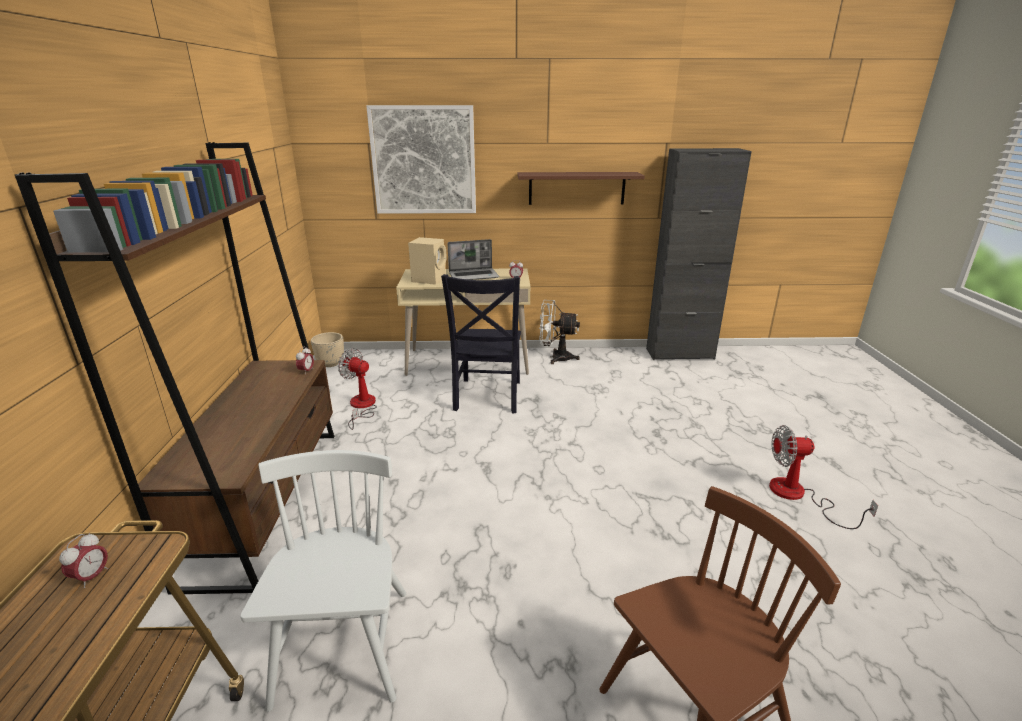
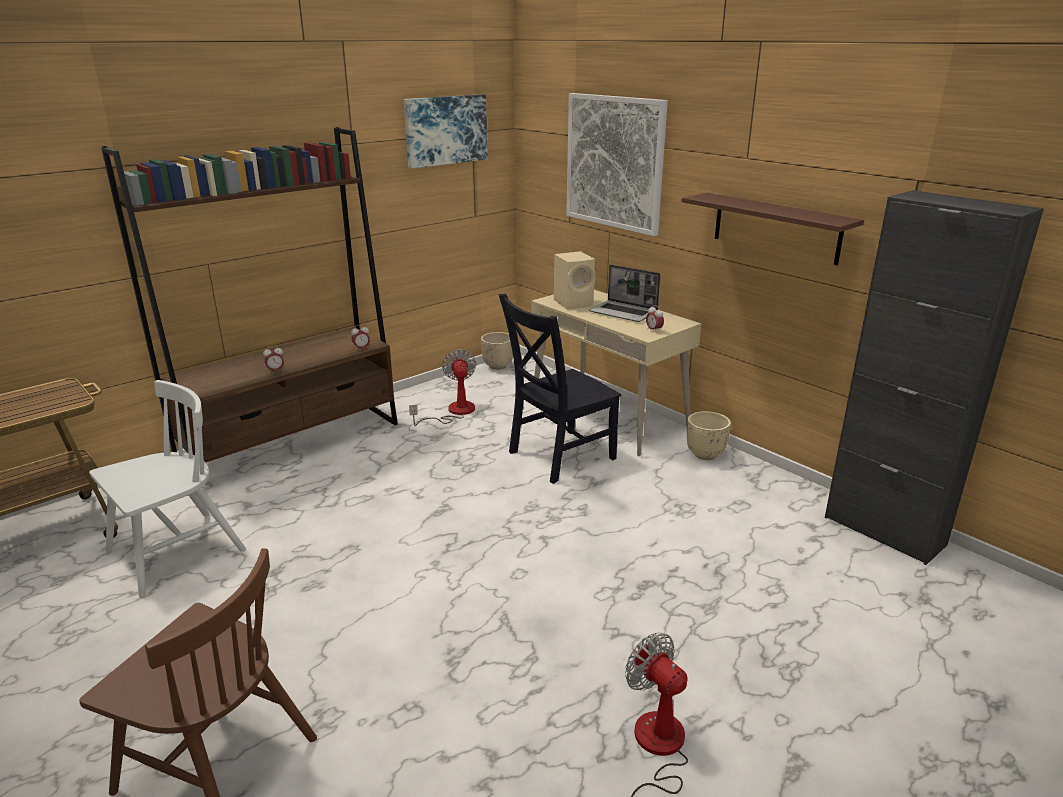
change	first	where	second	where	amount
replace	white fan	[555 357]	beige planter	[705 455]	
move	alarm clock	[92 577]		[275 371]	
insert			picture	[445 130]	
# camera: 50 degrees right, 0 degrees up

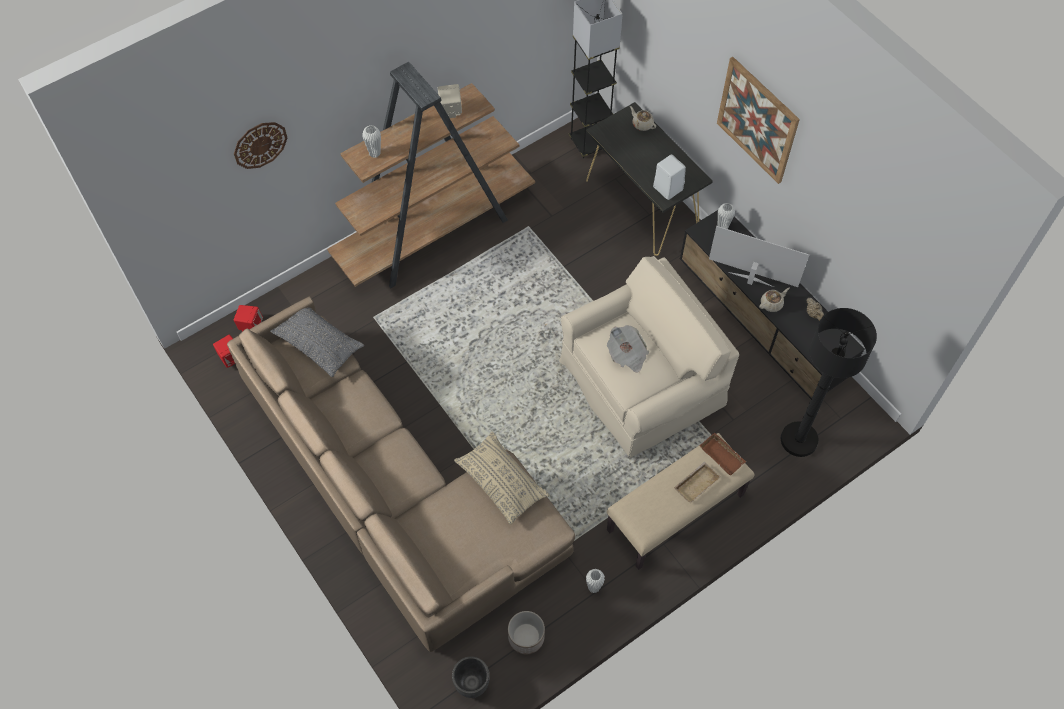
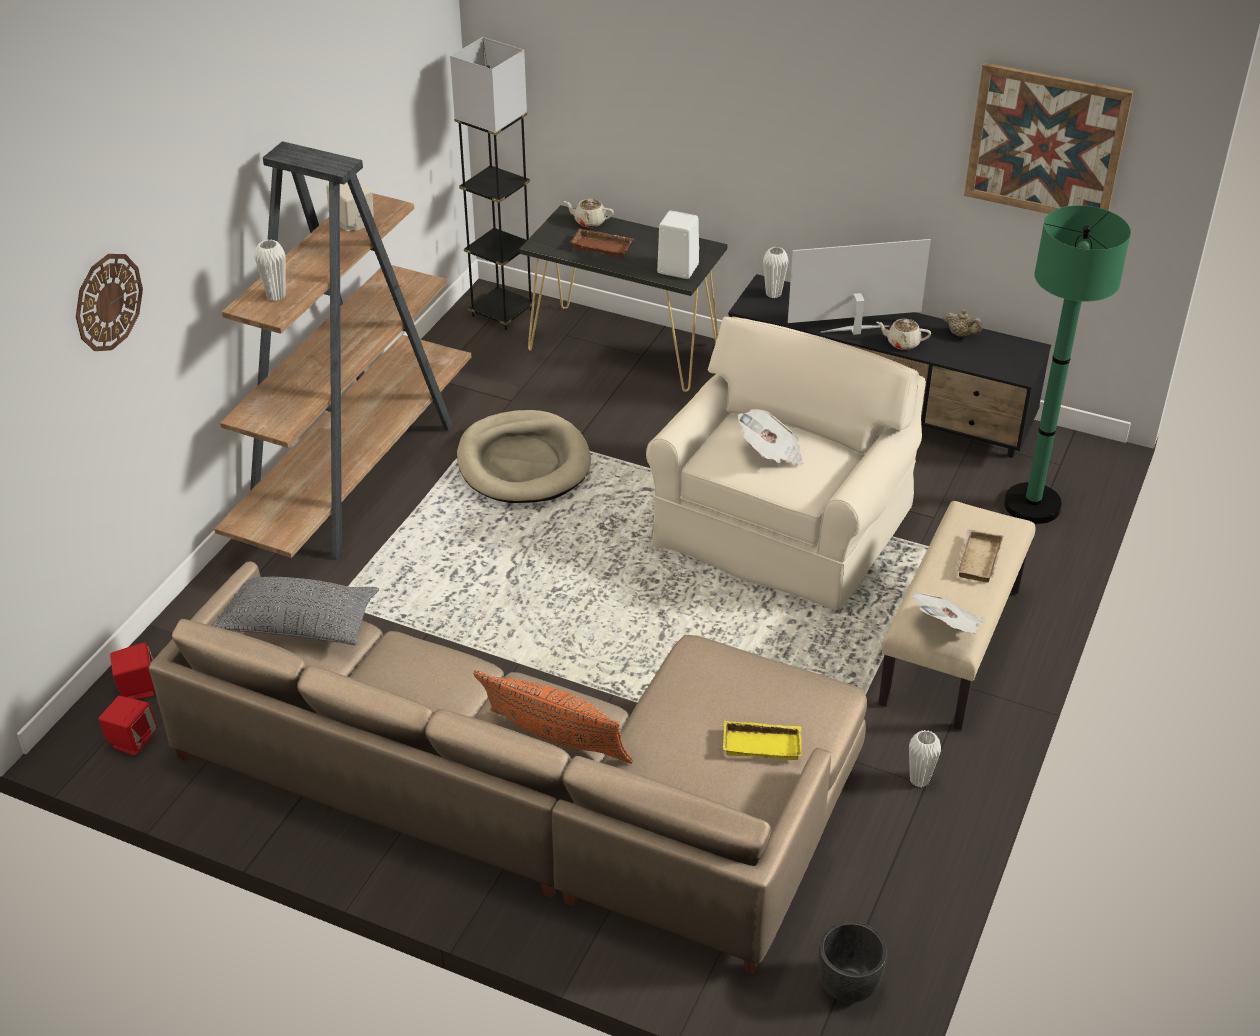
change	first	where	second	where	amount
move	picture	[757 120]		[1046 144]	
rotate	beige teapot	[772 304]		[902 343]	105 degrees counterclockwise
recolor	black floor lamp	[799 440]	green floor lamp	[1032 505]	
delete	beige pillow	[501 482]			
move	brown tray	[723 455]		[603 246]	
delete	planter	[526 637]			
insert			beige dog bed	[523 463]	
insert			newspaper	[948 627]	
insert			orange pillow	[555 744]	
insert			yellow tray	[763 743]	
# camera: 30 degrees left, 20 degrees down

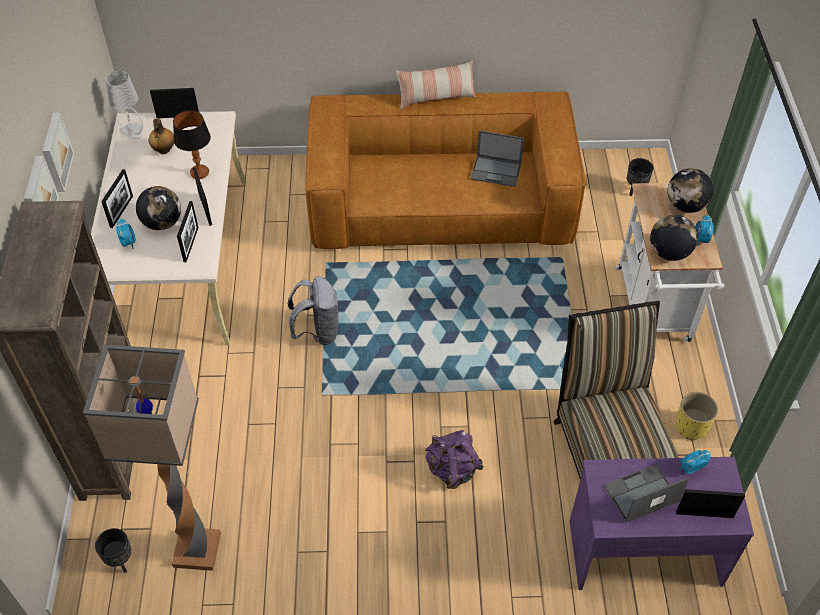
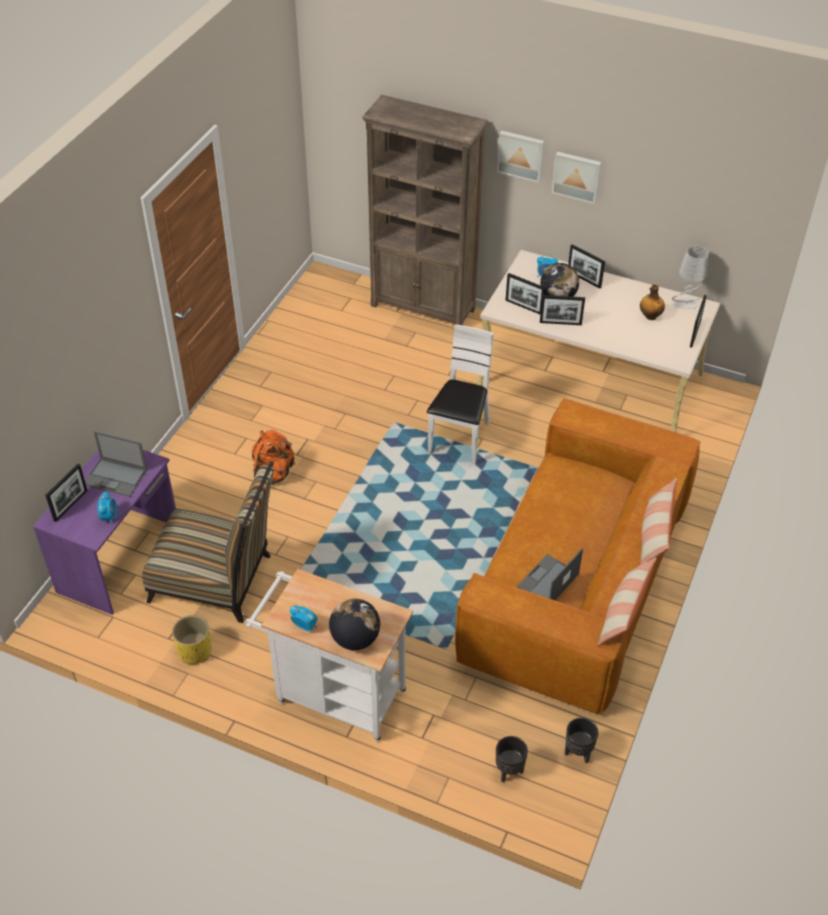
change	first	where	second	where	amount
delete	table lamp	[200 172]			
delete	globe	[669 252]			
replace	grey backpack	[318 331]	white chair	[460 439]	
delete	floor lamp	[198 551]			
recolor	purple backpack	[452 469]	orange backpack	[273 474]	
rotate	laptop	[640 494]		[116 477]	105 degrees clockwise
move	black planter	[121 561]		[578 753]	
insert			pillow	[623 613]	
# camera: 115 degrees right, 5 degrees down

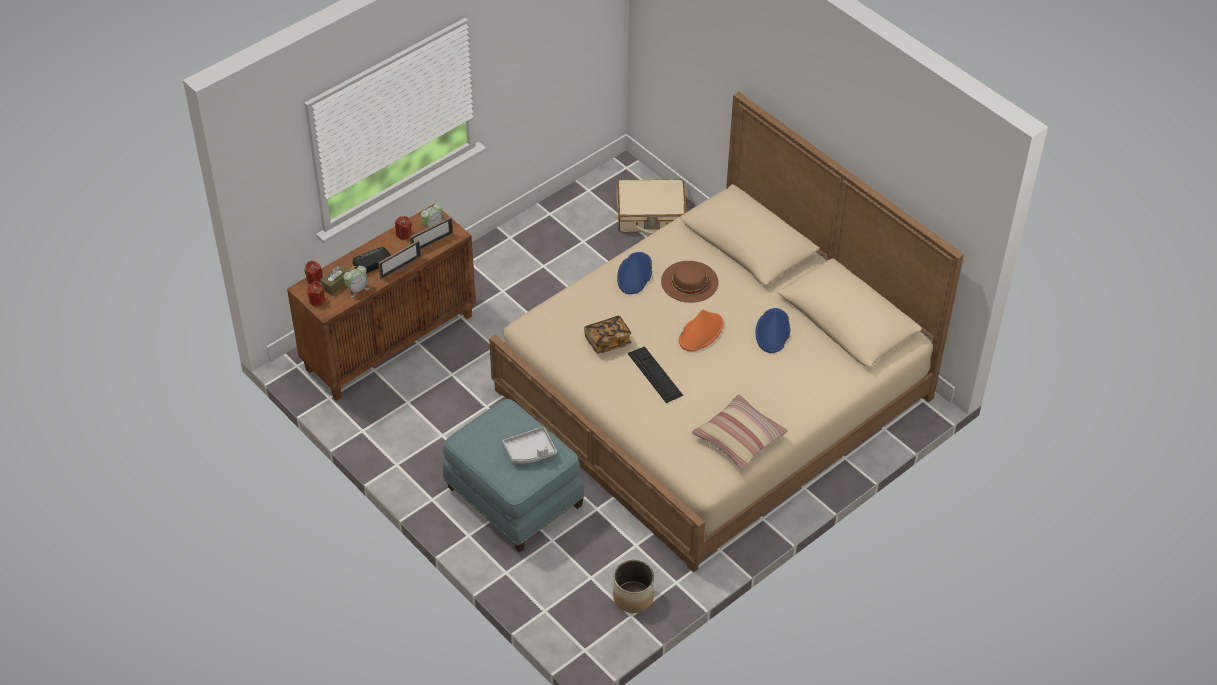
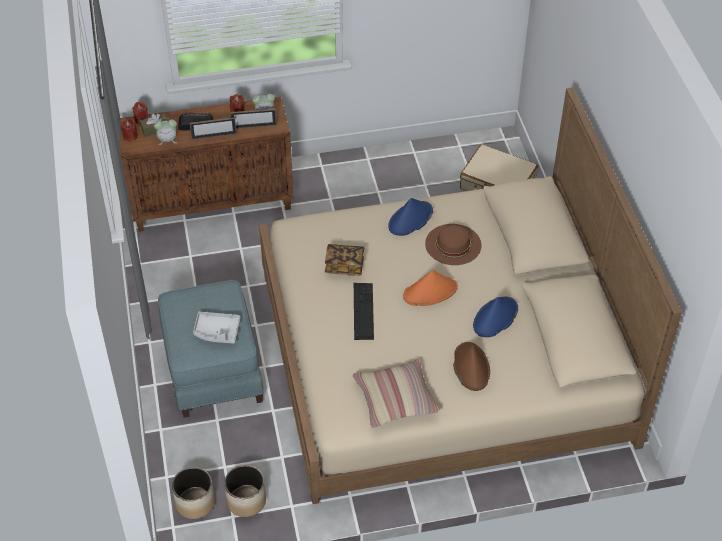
change	first	where	second	where	amount
insert			brown hat	[471 367]	
insert			planter	[194 503]	
# camera: 30 degrees right, 0 degrees up

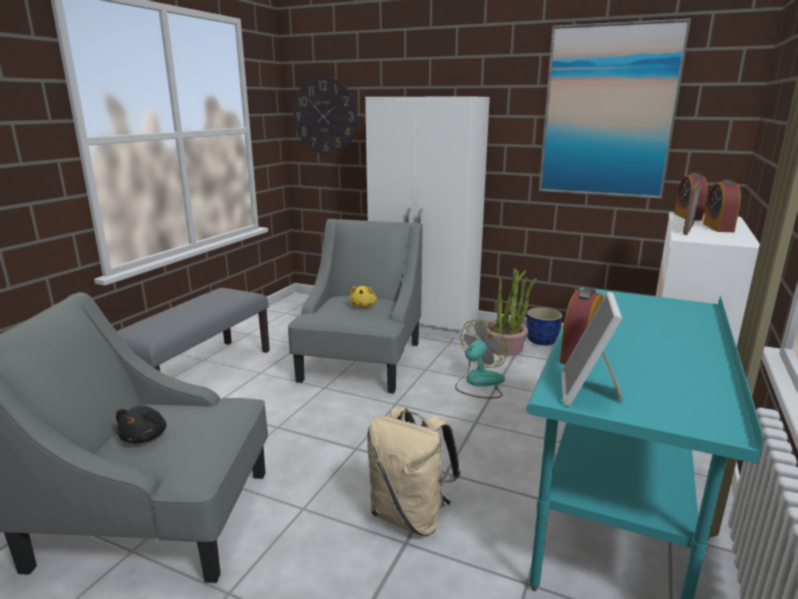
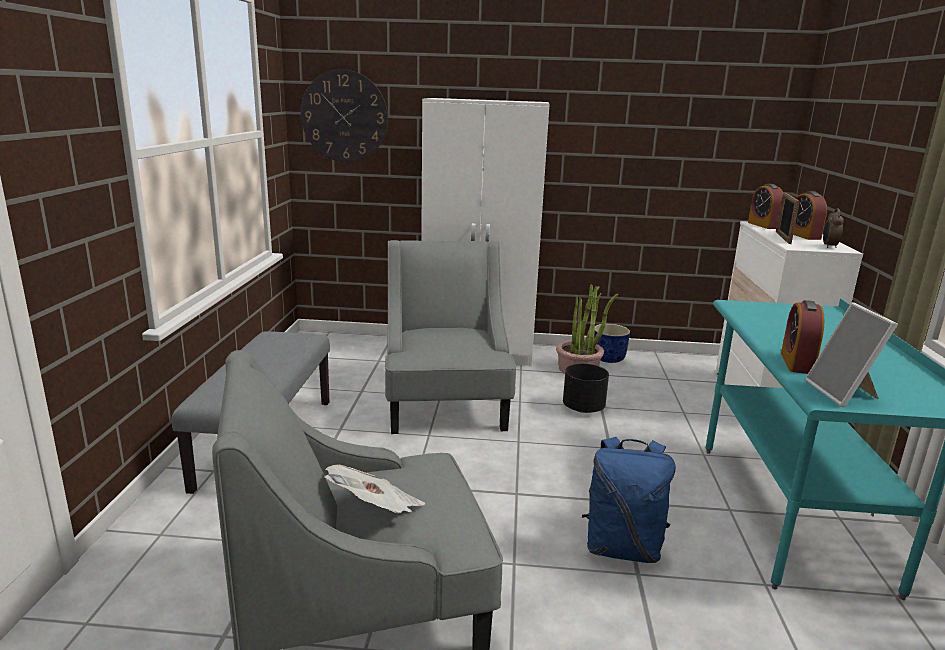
change	first	where	second	where	amount
delete	picture	[608 112]			
delete	yellow plush toy	[363 306]			
replace	fan	[479 383]	black planter	[583 408]	
replace	black plush toy	[145 437]	newspaper	[376 511]	
recolor	beige backpack	[410 515]	blue backpack	[622 548]	
insert			alarm clock	[829 246]	
# camera: 20 degrees left, 0 degrees up

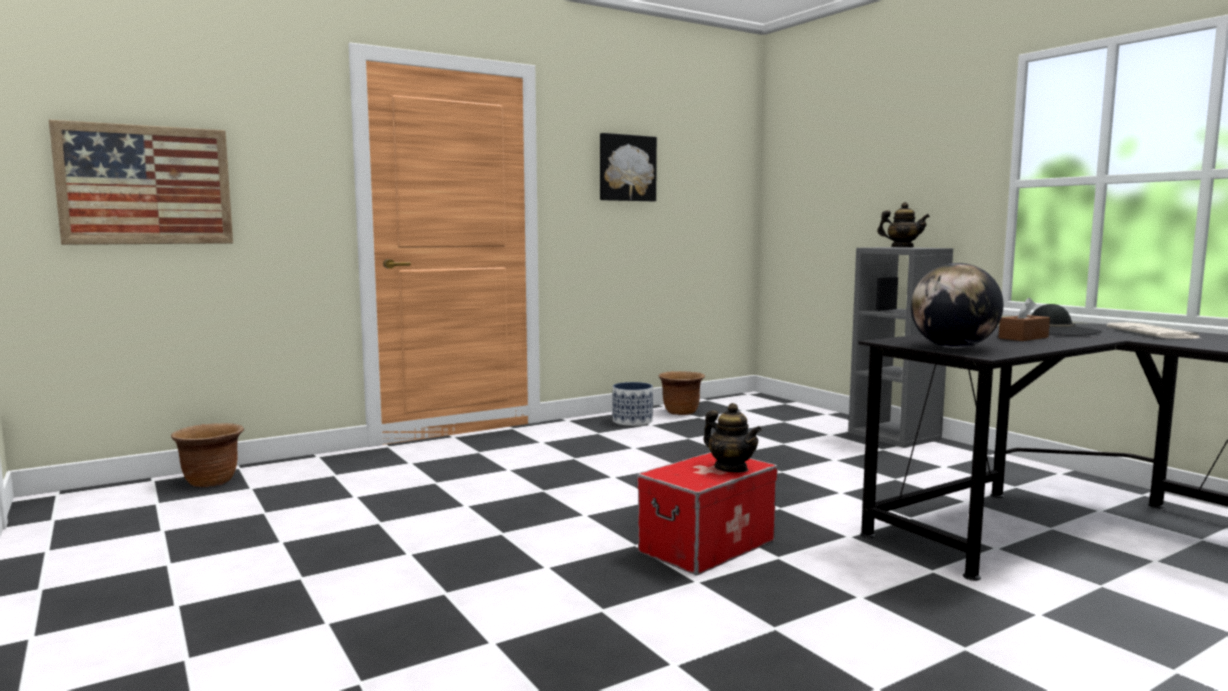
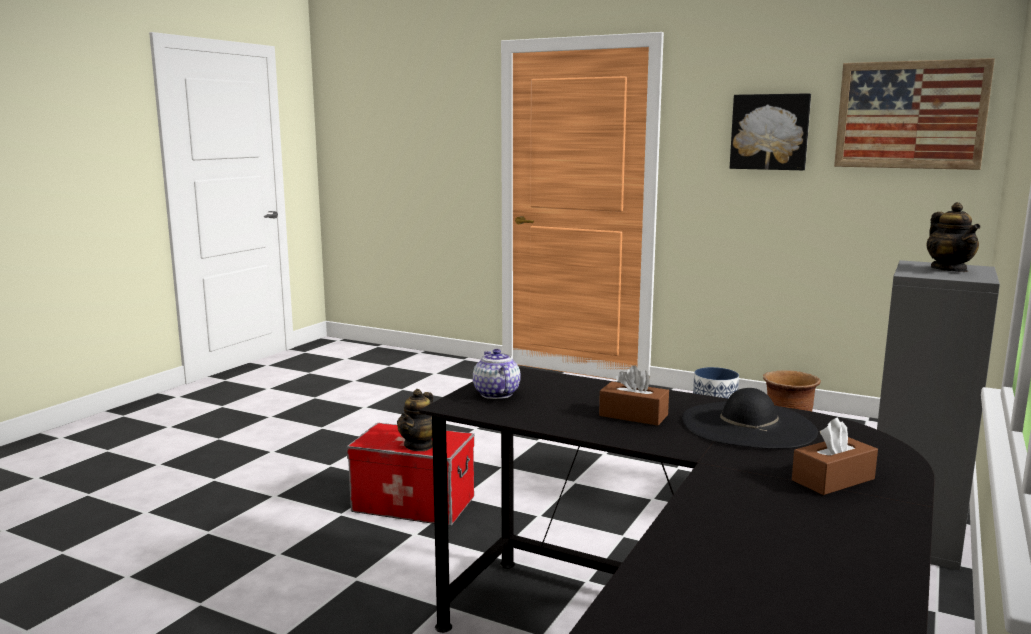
change	first	where	second	where	amount
move	picture	[146 185]		[910 115]	
replace	globe	[953 347]	teapot	[495 393]	
replace	newspaper	[1153 333]	brown tissue box	[833 479]	
delete	brown planter	[211 481]			
# camera: 60 degrees right, 5 degrees up

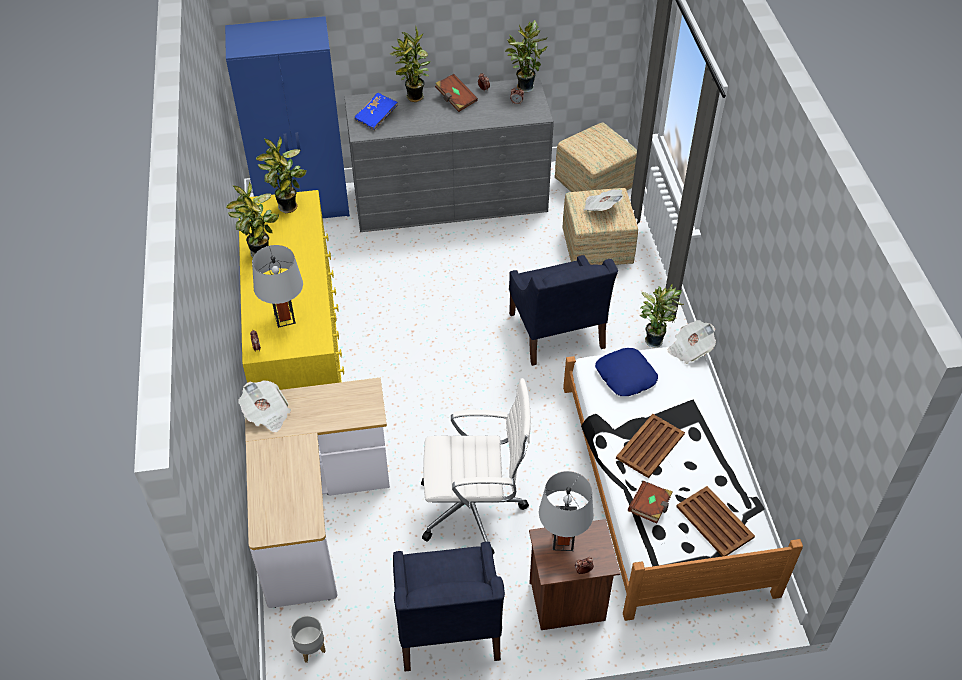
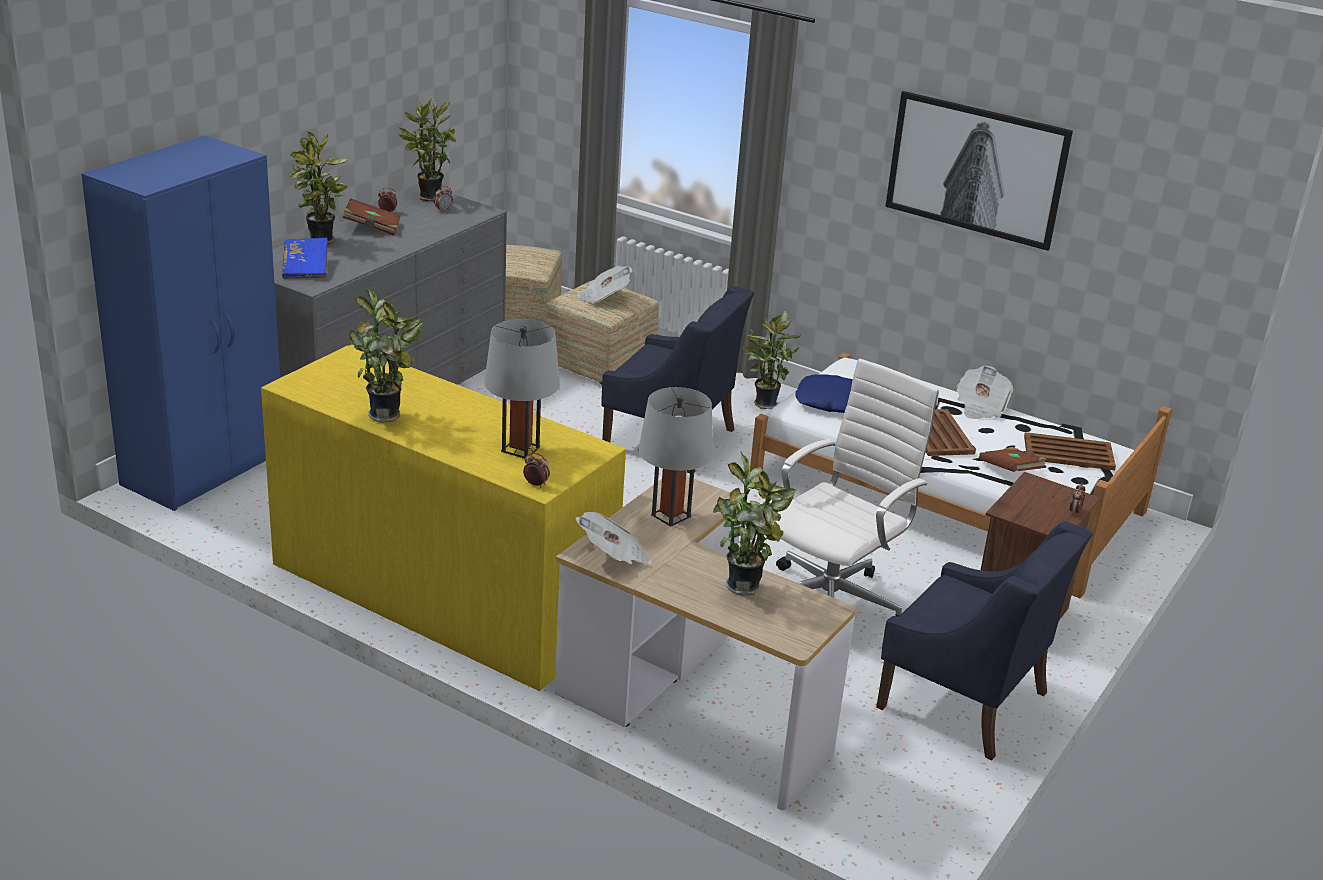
change	first	where	second	where	amount
move	potted plant	[289 208]		[747 587]	
move	newspaper	[689 349]		[980 407]	
move	grey table lamp	[563 541]		[671 515]	
delete	grey planter	[311 648]			
insert			picture	[976 169]	
# camera: 50 degrees left, 20 degrees down

